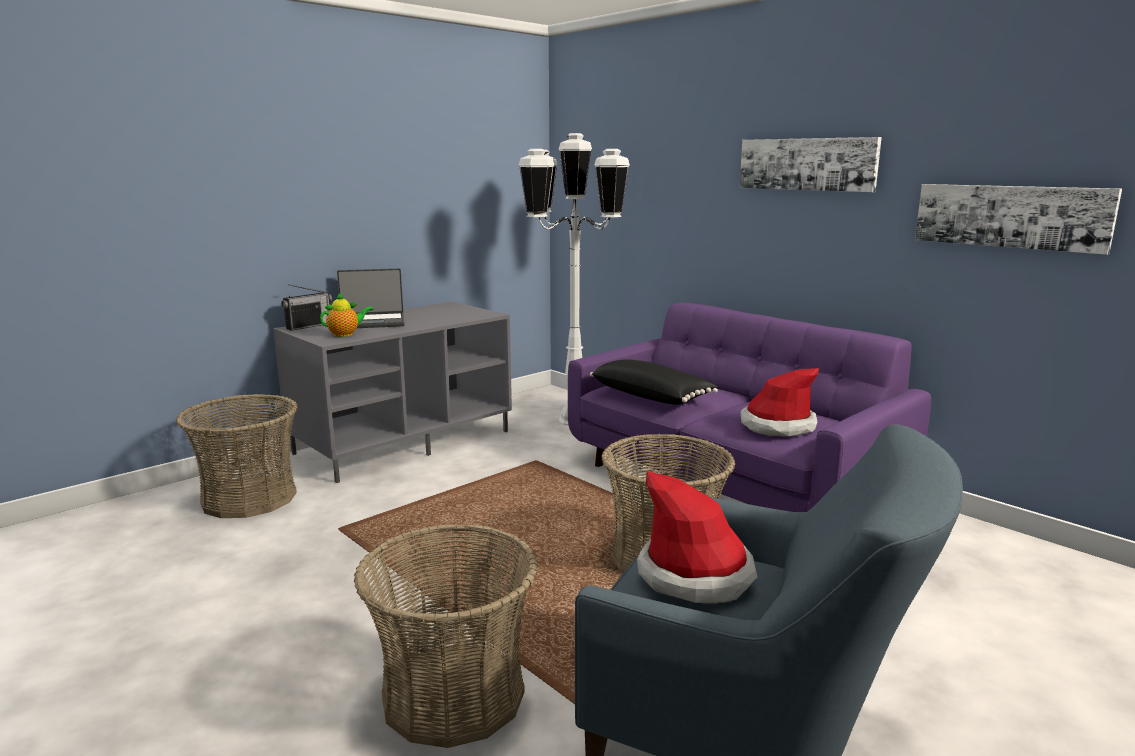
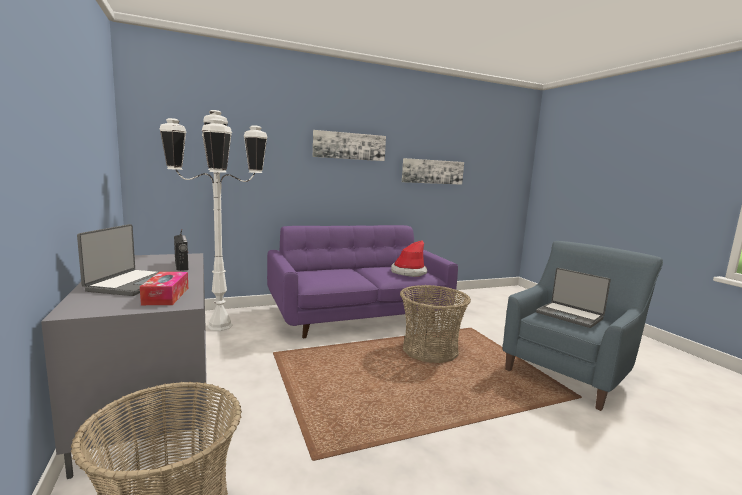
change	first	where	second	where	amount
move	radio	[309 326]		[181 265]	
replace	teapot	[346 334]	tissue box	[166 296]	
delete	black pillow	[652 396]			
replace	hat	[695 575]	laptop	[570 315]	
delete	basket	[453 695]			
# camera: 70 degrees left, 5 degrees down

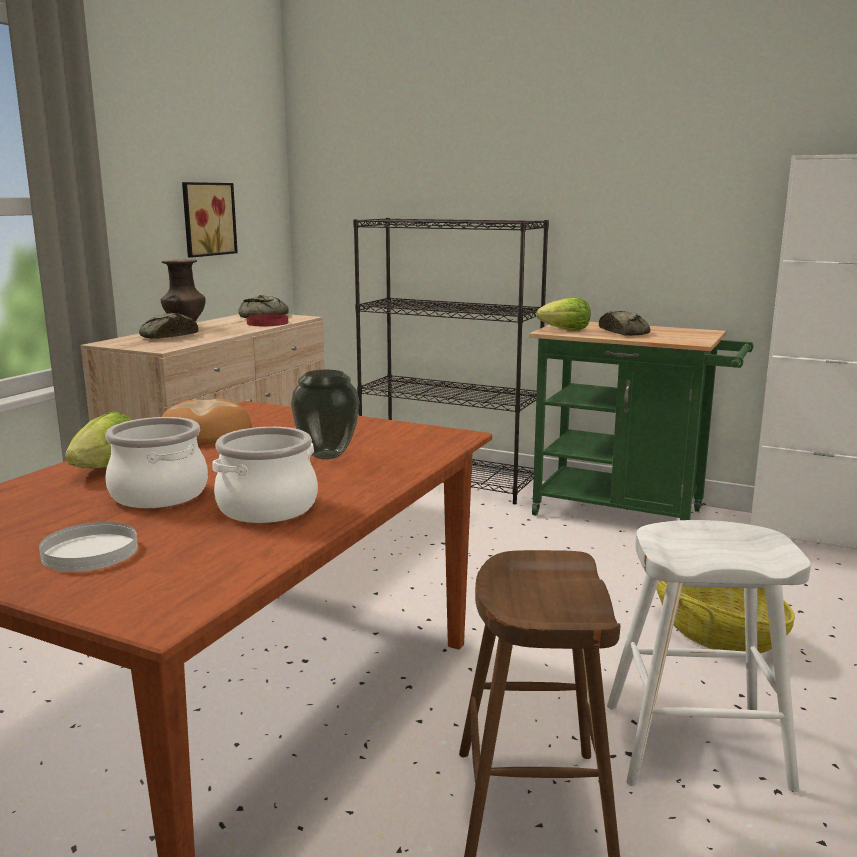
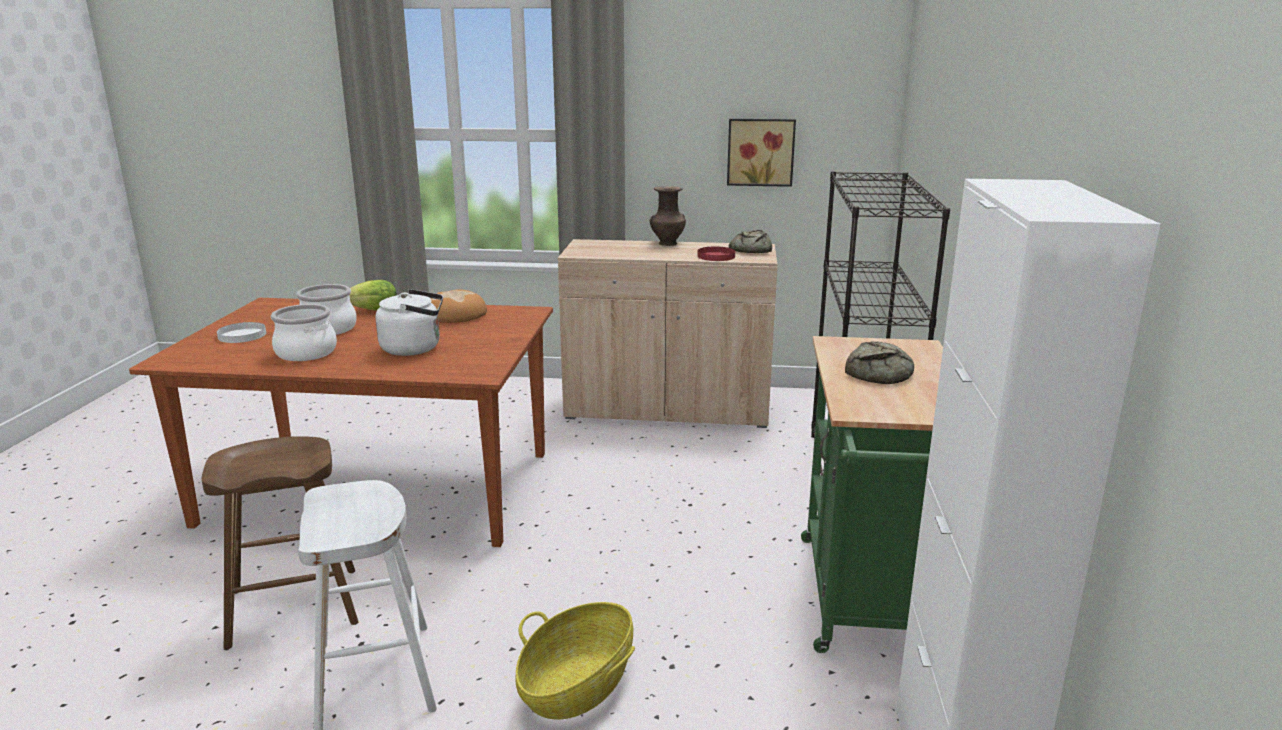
change	first	where	second	where	amount
delete	lettuce	[566 330]			
delete	bread	[166 336]			
replace	vase	[328 455]	white kettle	[415 348]	
# camera: 70 degrees right, 5 degrees up

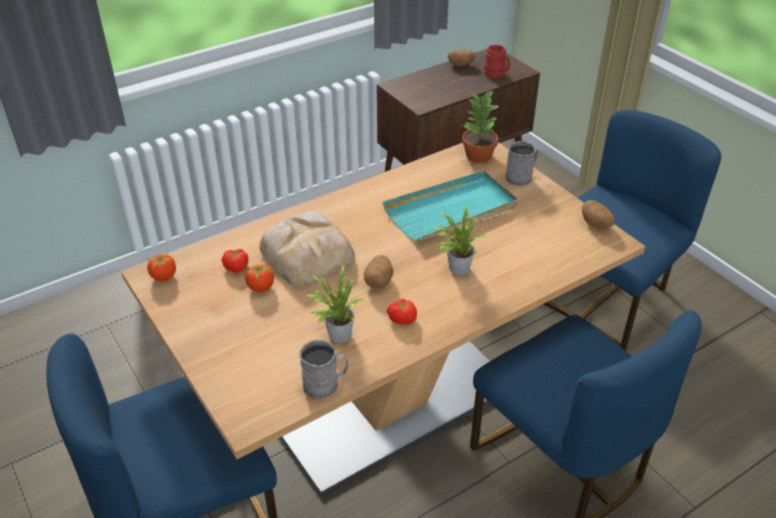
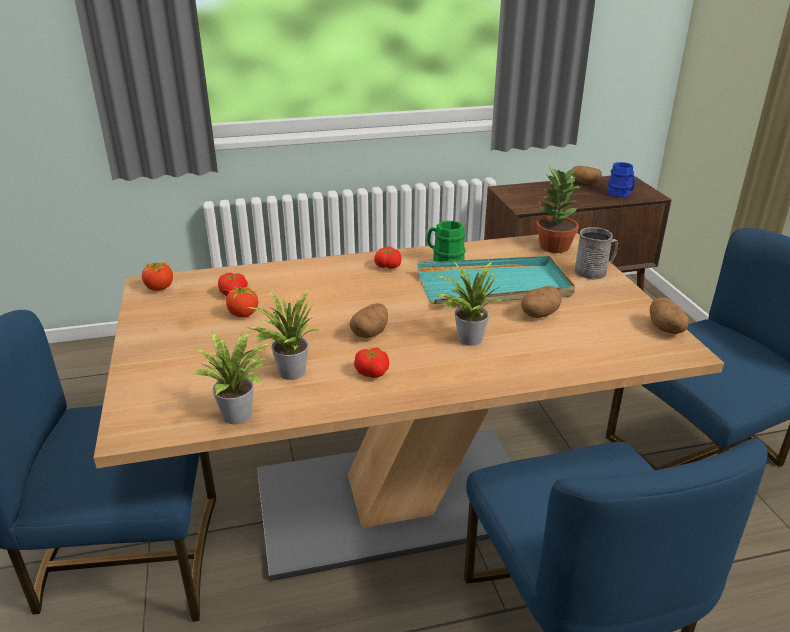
change	first	where	second	where	amount
recolor	red mug	[496 74]	blue mug	[621 194]	
delete	bread	[307 253]			
replace	grey mug	[325 384]	potted plant	[241 415]	
insert			green mug	[444 260]	
insert			tomato	[387 266]	
insert			potato	[538 314]	
# camera: 20 degrees right, 10 degrees down

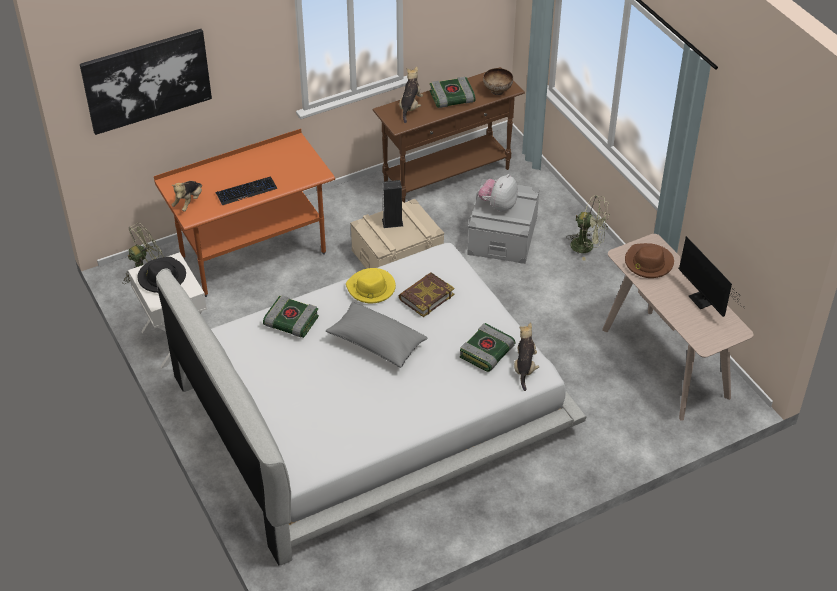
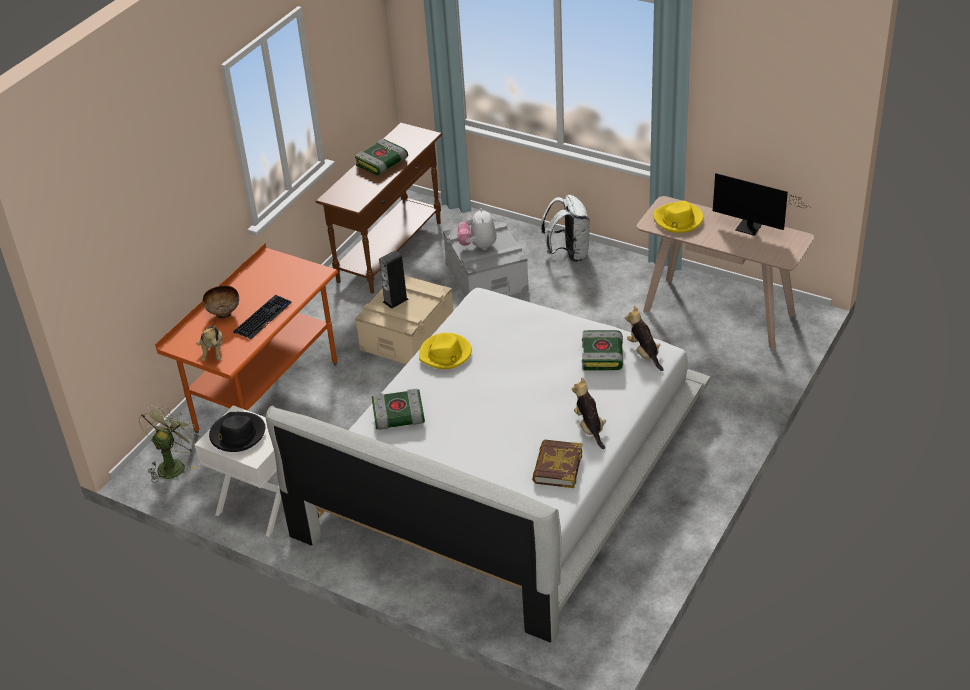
change	first	where	second	where	amount
delete	picture	[147 80]			
move	plush toy	[410 107]		[589 428]	
move	bowl	[497 91]		[224 314]	
replace	green fan	[587 246]	white backpack	[568 253]	
recolor	brown hat	[648 263]	yellow hat	[678 220]	
move	book	[426 297]		[557 467]	
delete	grey pillow	[376 343]			
# camera: 30 degrees left, 5 degrees down

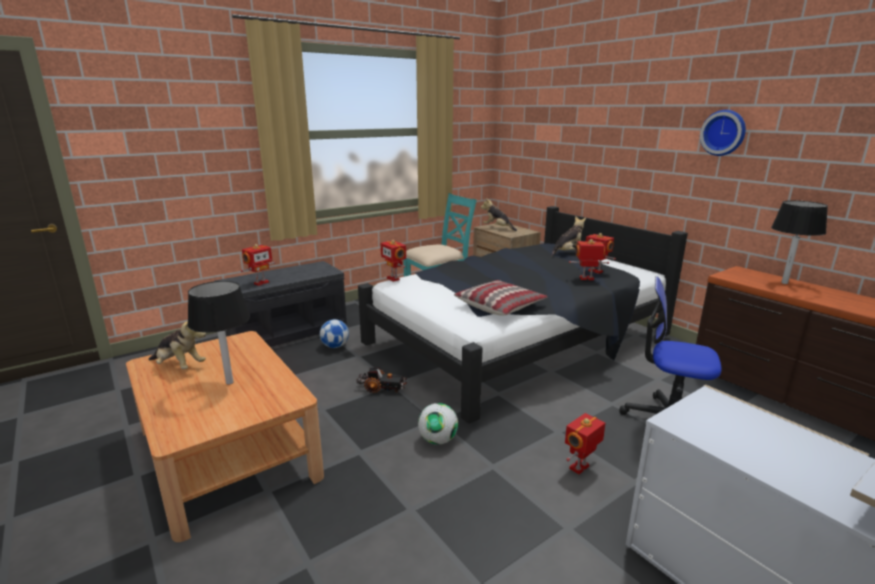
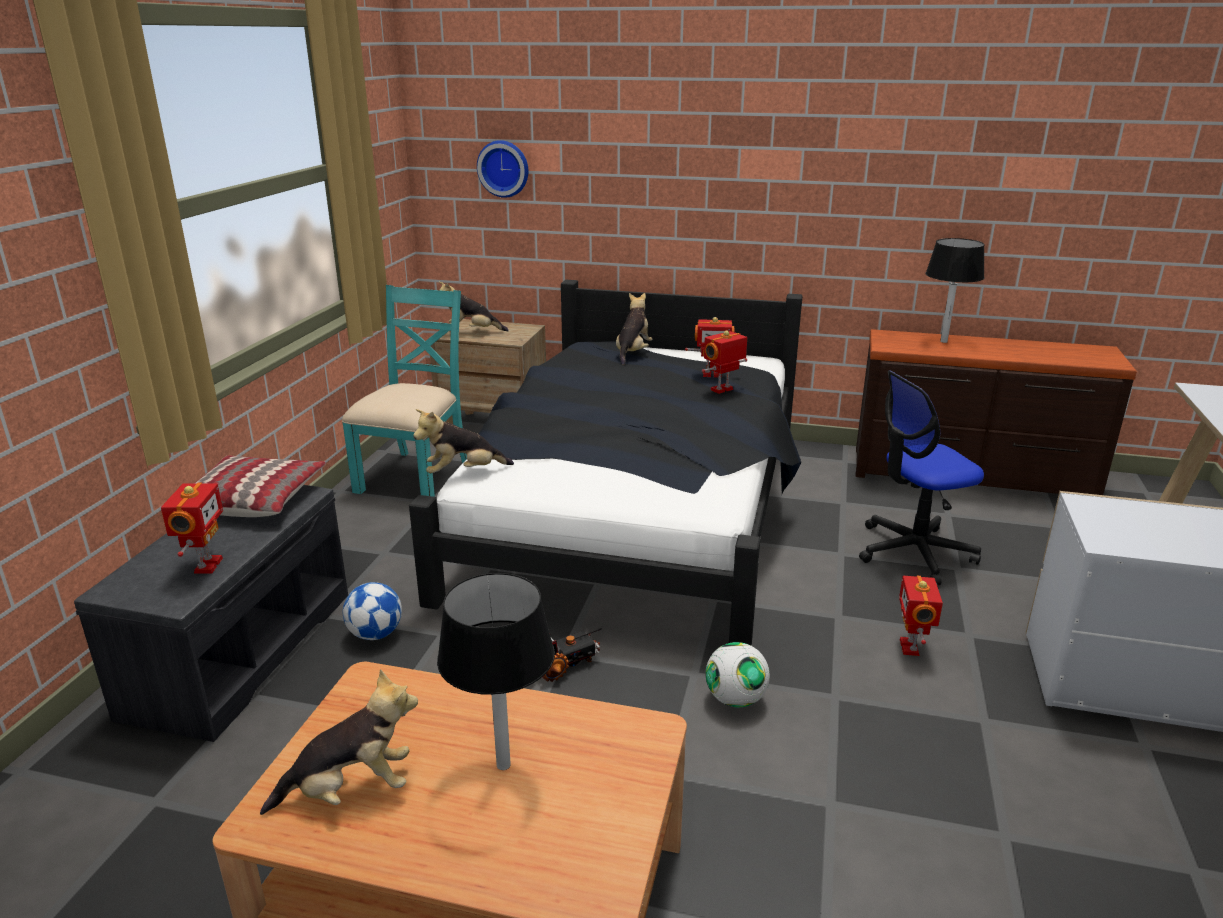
change	first	where	second	where	amount
move	wall clock	[724 132]		[504 168]	
replace	toy robot	[394 279]	plush toy	[463 472]	
move	pillow	[500 306]		[253 499]	
# camera: 40 degrees left, 5 degrees up

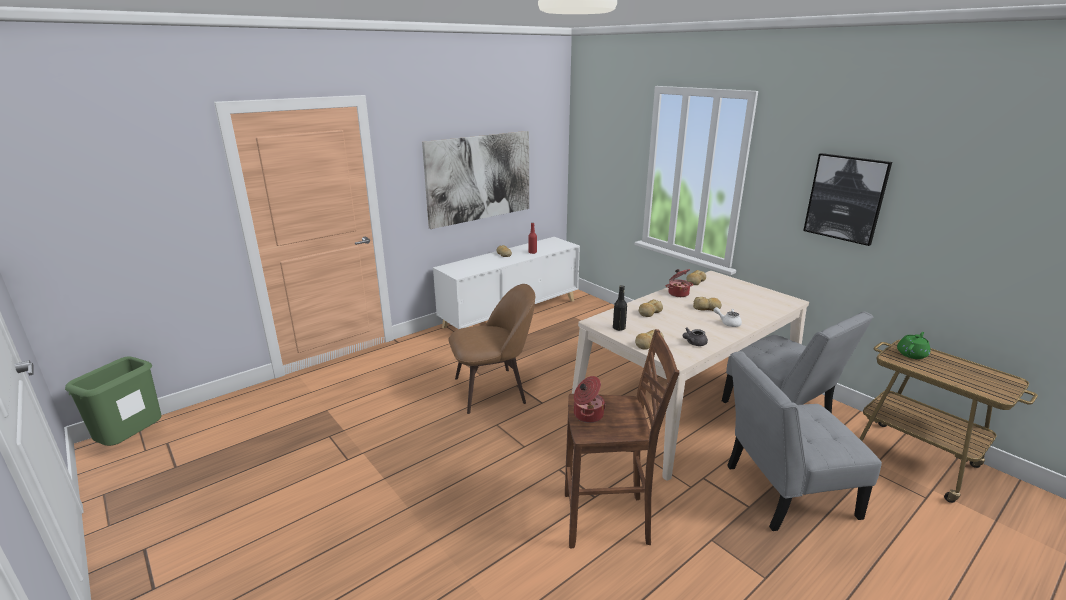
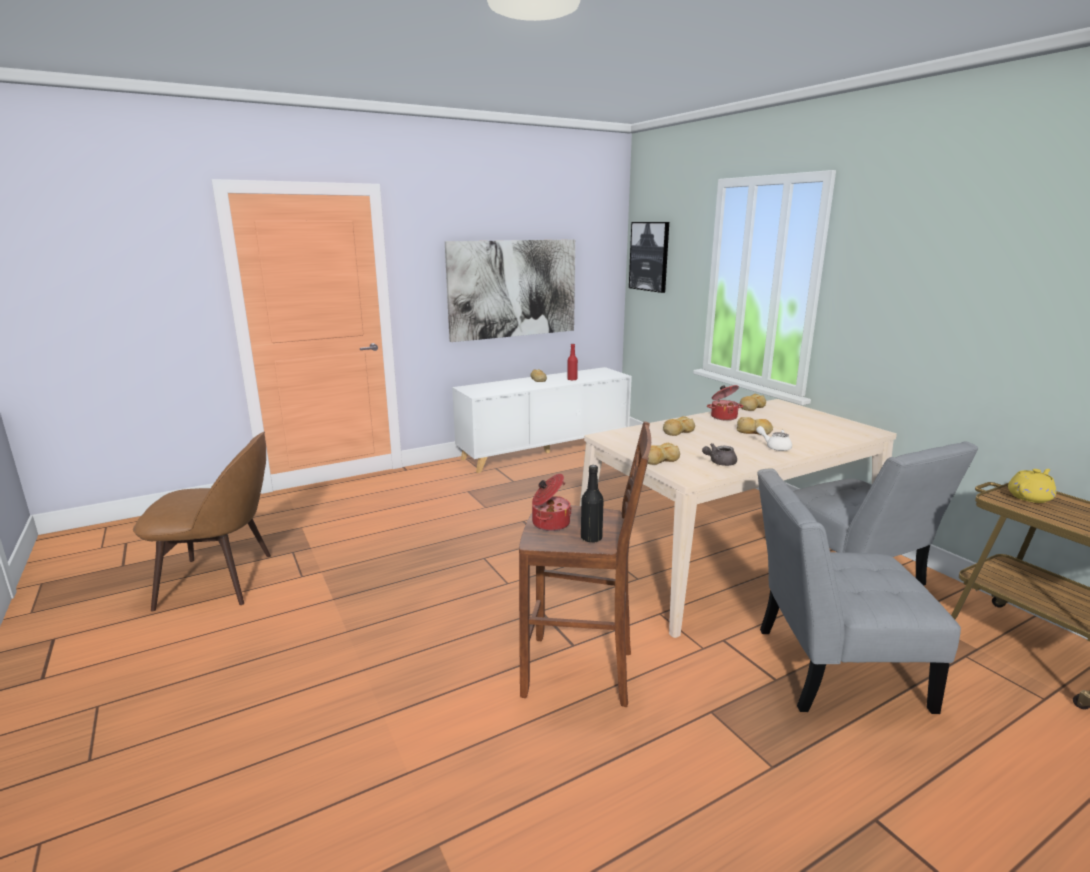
change	first	where	second	where	amount
move	picture	[846 198]		[649 256]	
move	brown chair	[493 389]		[221 580]	
move	black bottle	[619 328]		[591 538]	
recolor	green teapot	[912 354]	yellow teapot	[1030 497]	
delete	green trash can	[133 441]			
# camera: 10 degrees right, 5 degrees down

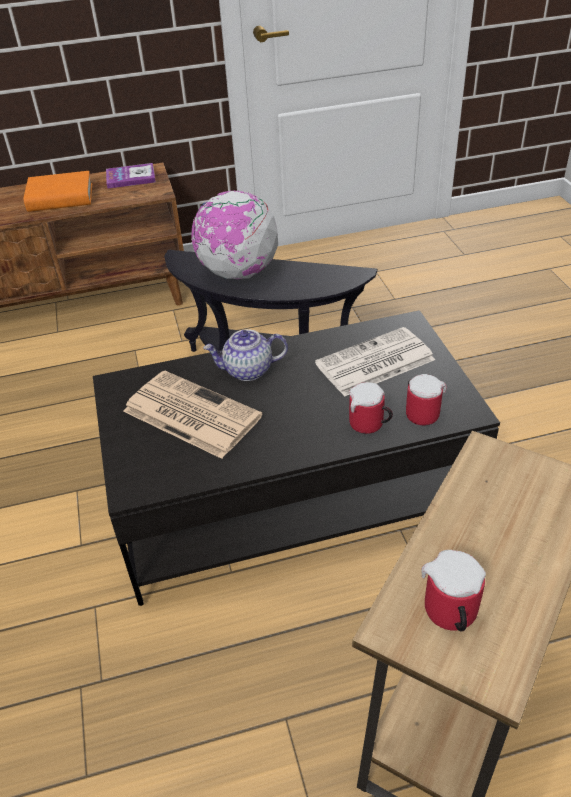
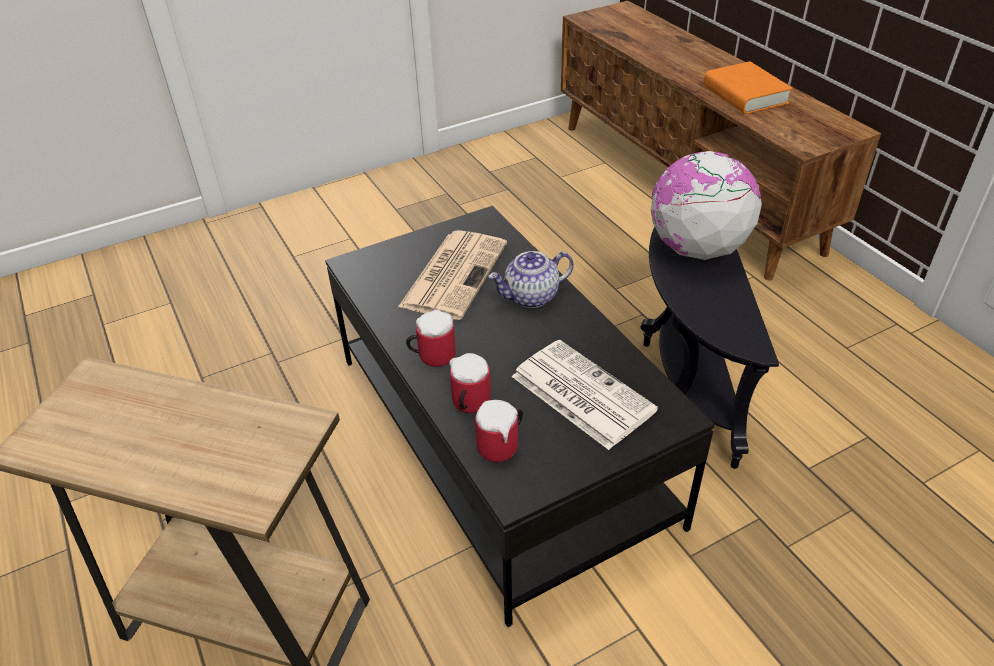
change	first	where	second	where	amount
delete	book	[131 177]			
rotate	teapot	[247 371]		[531 297]	90 degrees counterclockwise
move	mug	[449 615]		[432 355]	
# camera: 75 degrees right, 0 degrees up

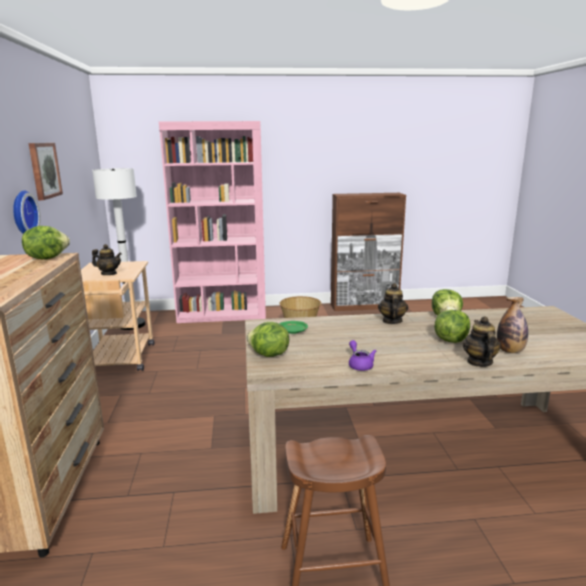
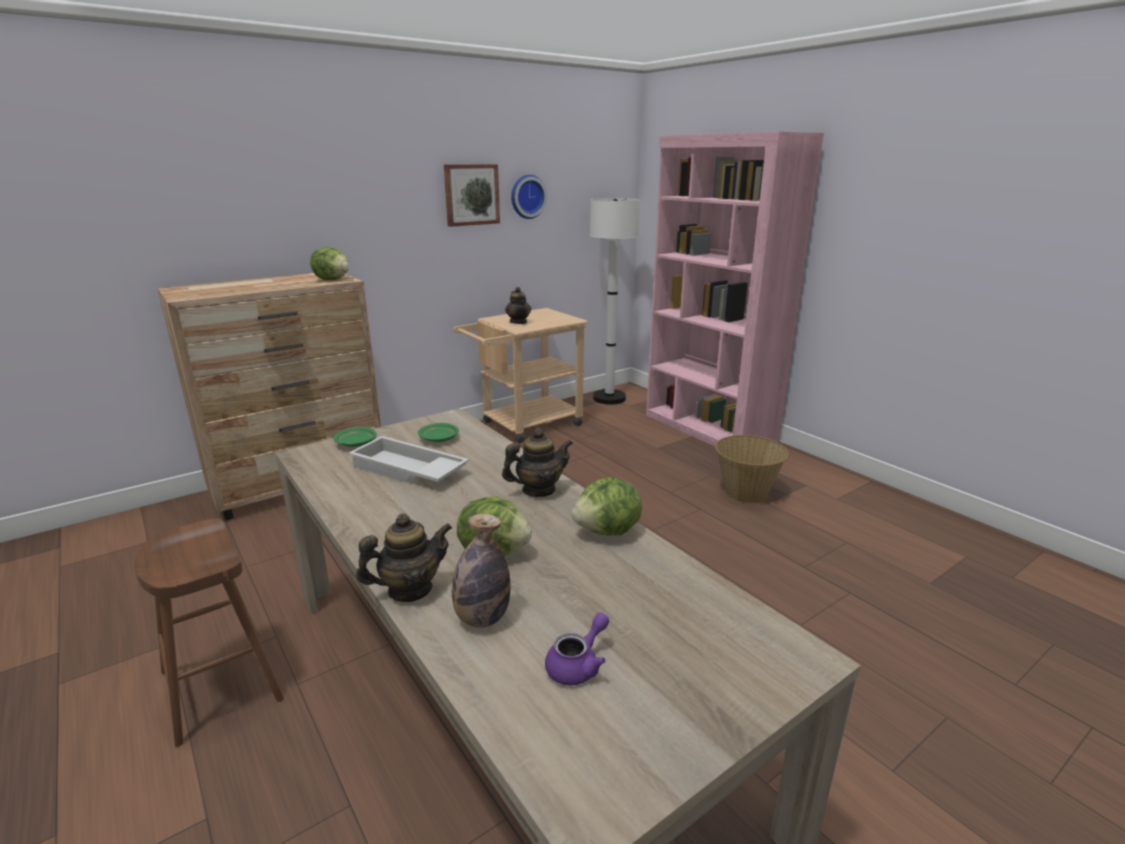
change	first	where	second	where	amount
move	wall clock	[22 214]		[527 196]	
delete	brown cabinet	[364 306]			
replace	lettuce	[268 355]	green plate	[356 443]	
move	purple teapot	[359 365]		[578 665]	
insert			white tray	[407 470]	
# camera: 60 degrees right, 5 degrees up

